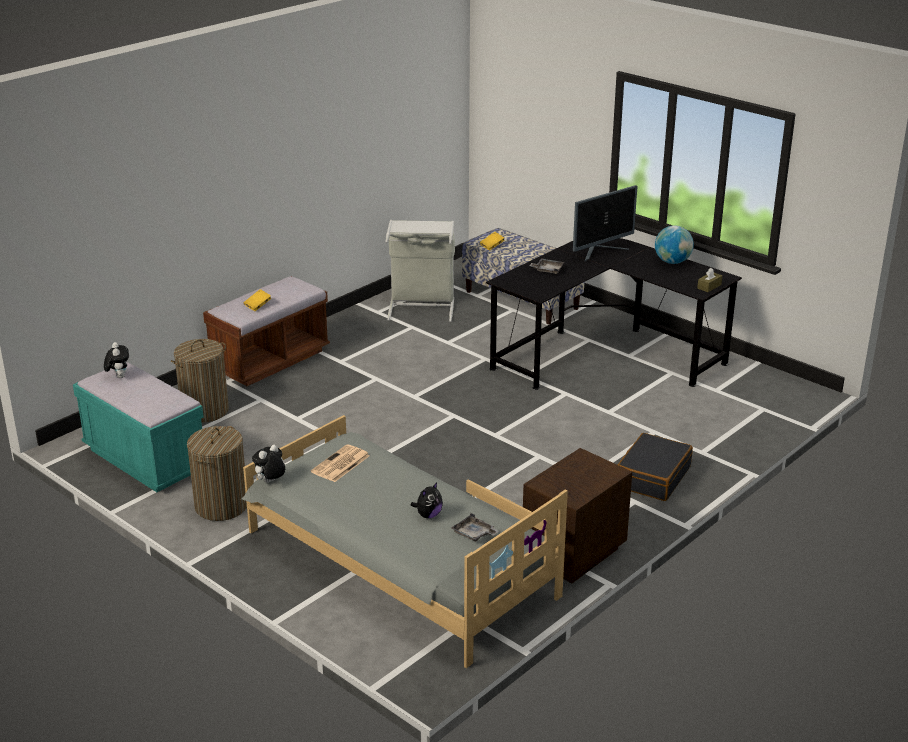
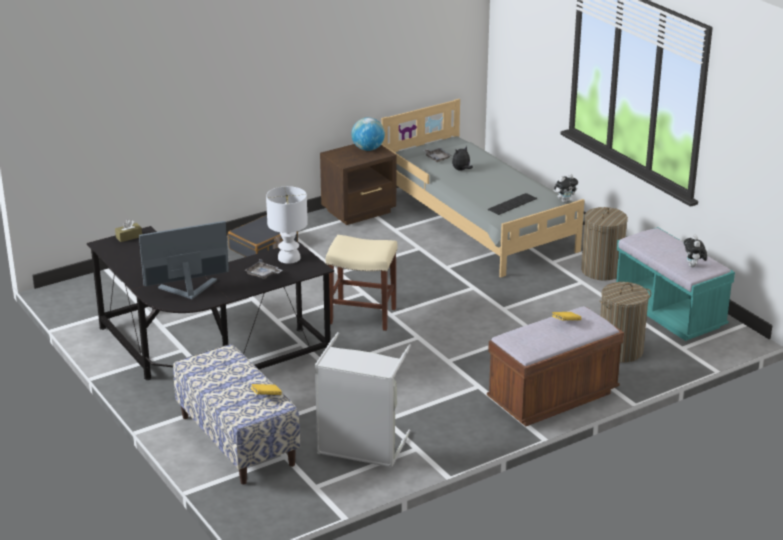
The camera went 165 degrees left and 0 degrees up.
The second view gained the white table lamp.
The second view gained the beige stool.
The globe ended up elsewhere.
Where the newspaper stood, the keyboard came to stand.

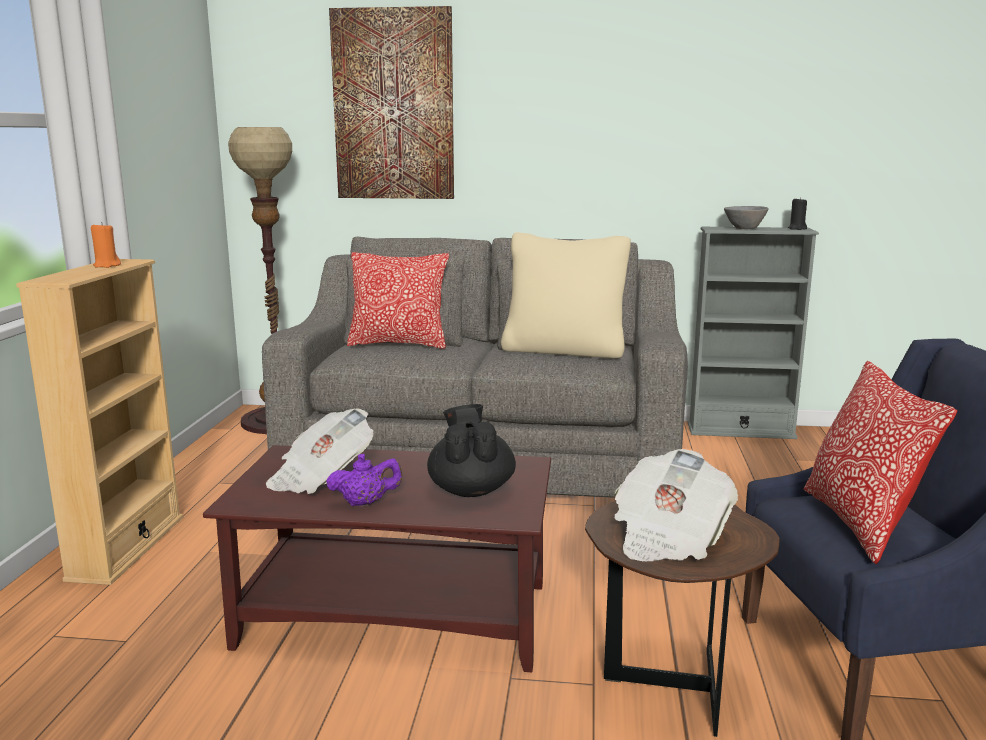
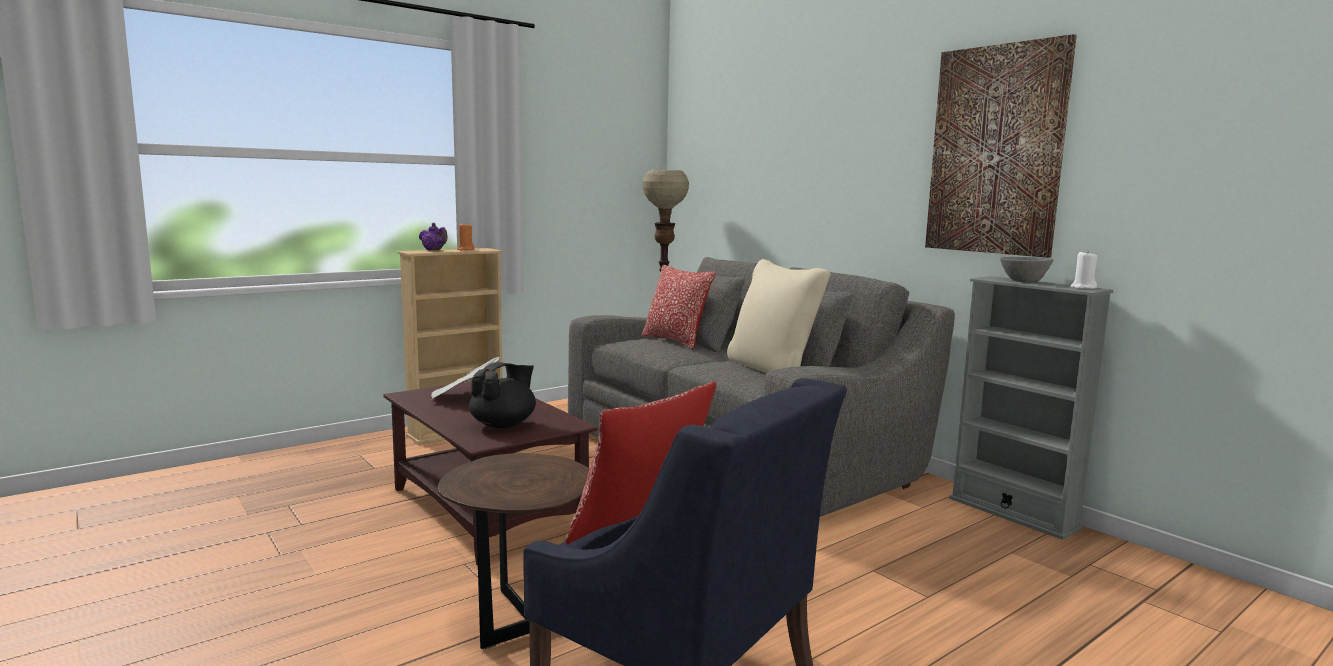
The camera went 45 degrees right and 5 degrees down.
The second view lost the newspaper (no. 2 from left).
The purple teapot ended up elsewhere.
The picture ended up elsewhere.
What was the black candle turned into the white candle.

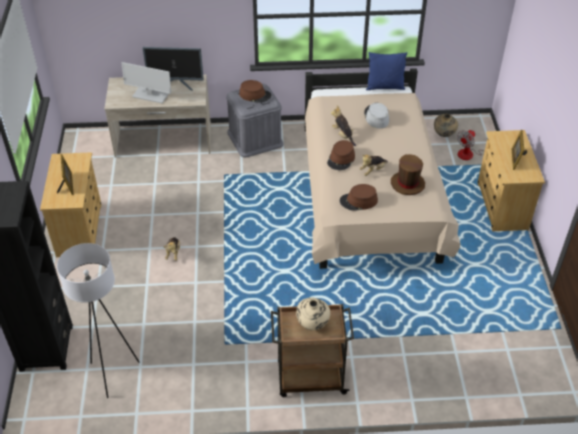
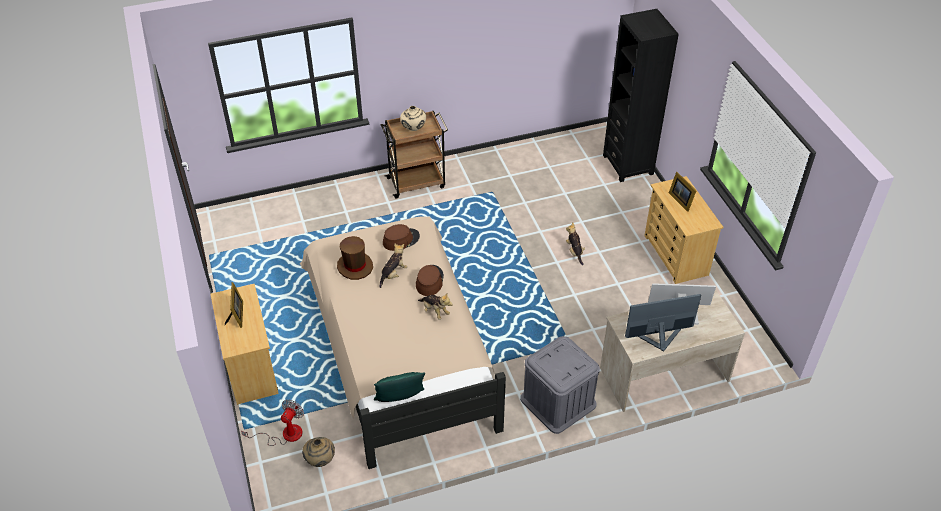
The camera went 165 degrees right and 0 degrees up.
The second view lost the white floor lamp.
The second view lost the brown hat (no. 1 from left).
The second view lost the grey hat.
What was the blue pillow turned into the green pillow.

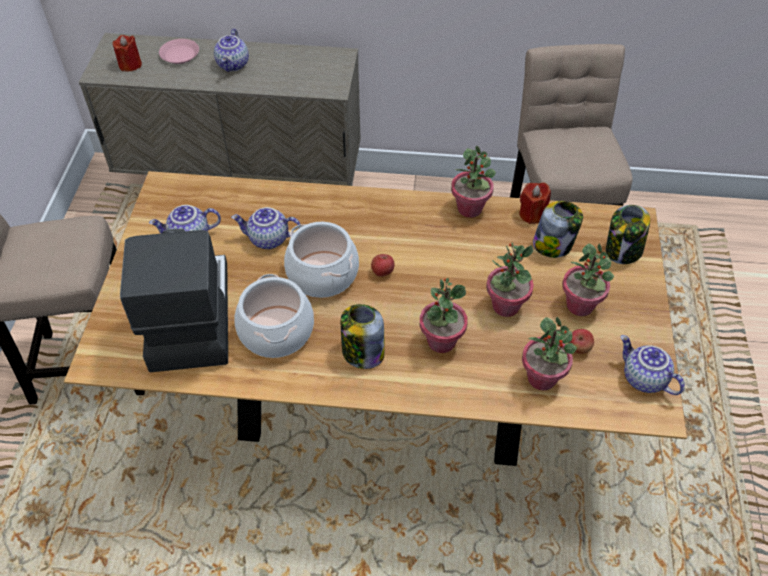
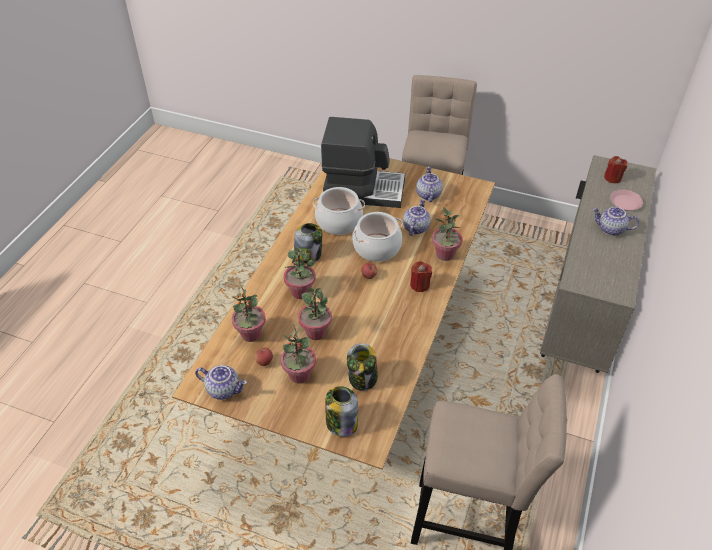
The camera went 105 degrees right and 5 degrees down.
The potted plant (no. 2 from left in the first image) ended up elsewhere.
The red candle (no. 2 from left in the first image) ended up elsewhere.
The teapot (no. 4 from left in the first image) ended up facing another way, 45 degrees clockwise from before.

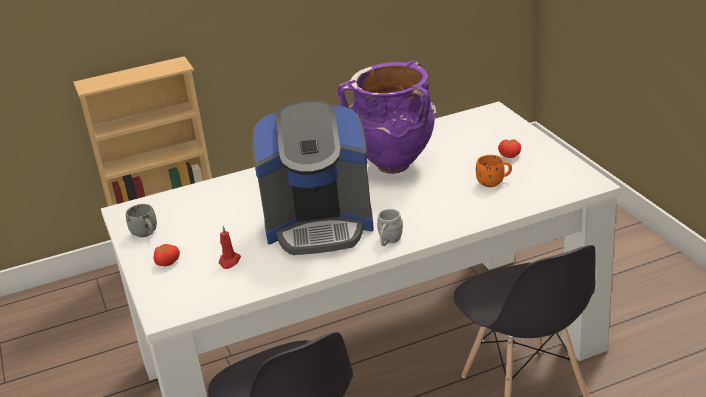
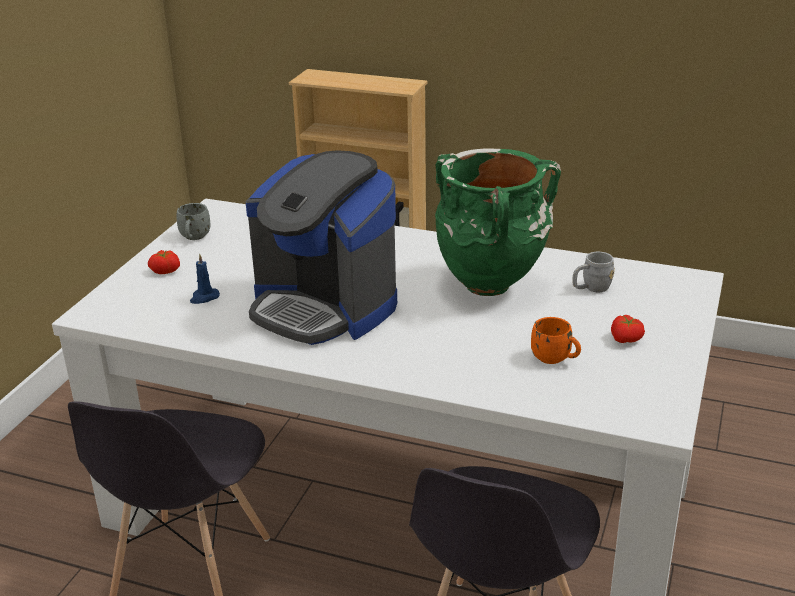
The camera went 40 degrees right and 0 degrees up.
The grey mug (no. 2 from left) ended up elsewhere.
What was the red candle turned into the blue candle.
What was the purple vase turned into the green vase.

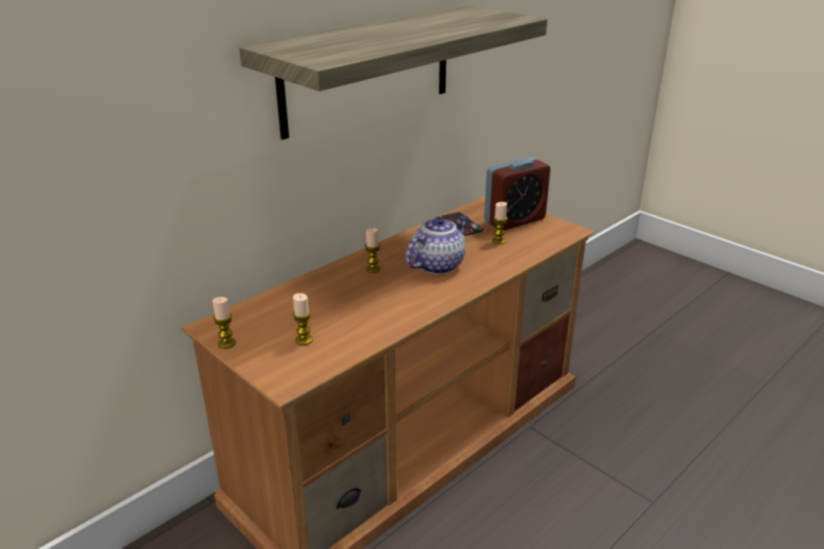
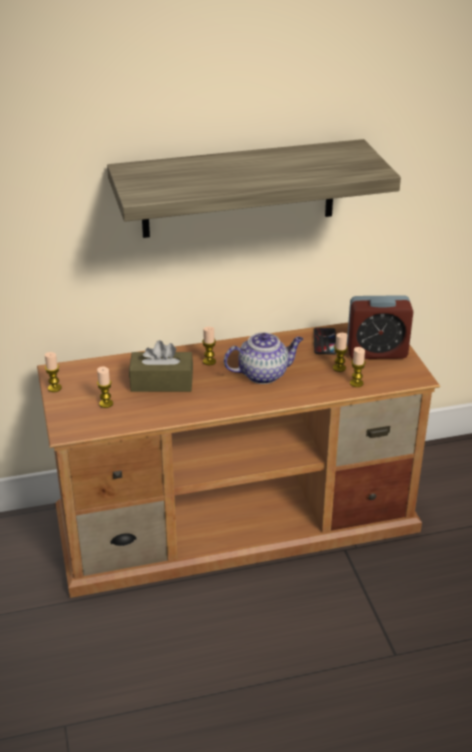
The camera went 30 degrees right and 5 degrees up.
The second view gained the brown tissue box.
The second view gained the candle (no. 5 from left).

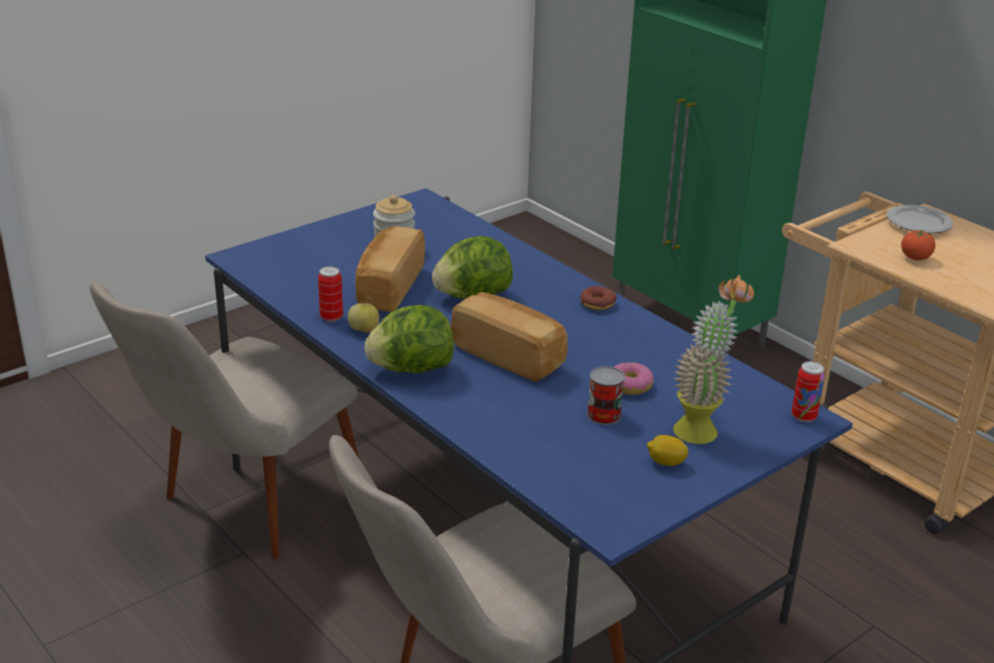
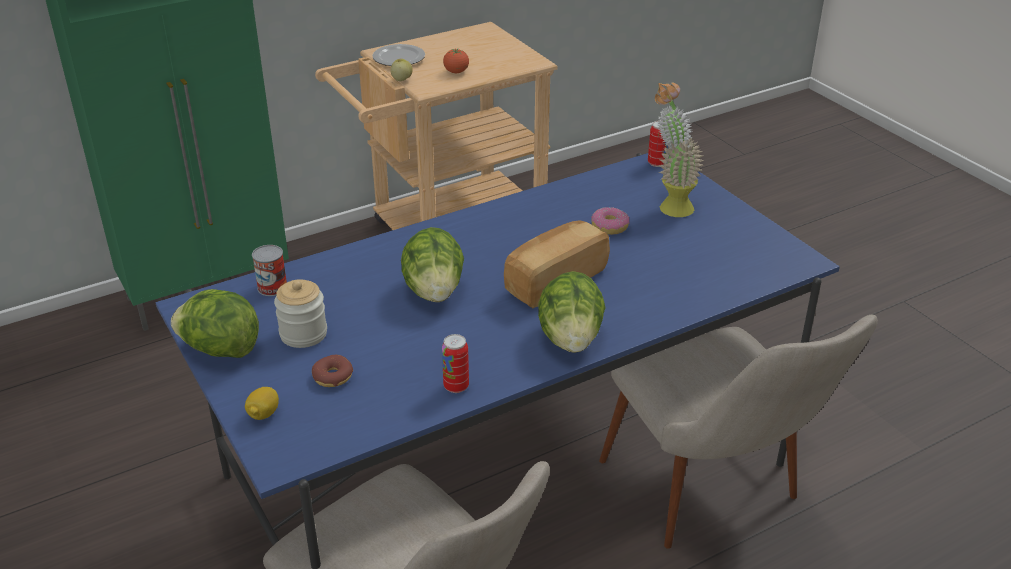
The camera went 80 degrees left and 5 degrees up.
The second view lost the bread (no. 1 from left).
The second view gained the lettuce (no. 1 from left).
The apple ended up elsewhere.
The donut (no. 1 from left) ended up elsewhere.
The can (no. 2 from left in the first image) ended up elsewhere.
The lemon ended up elsewhere.

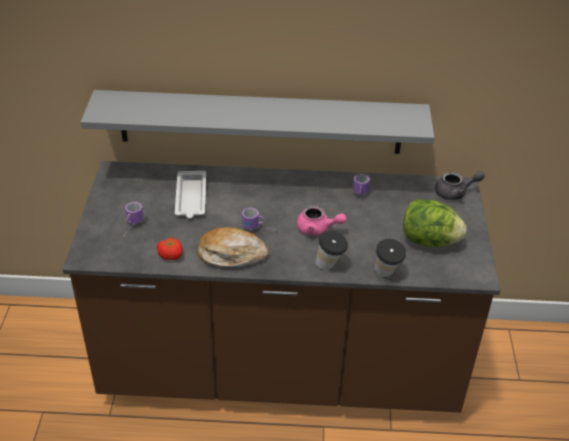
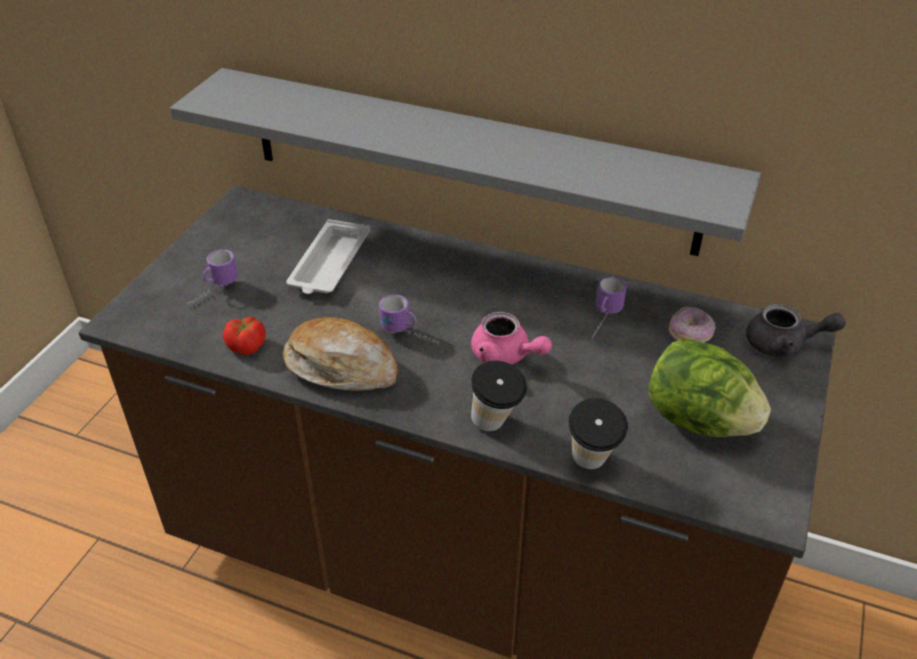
The camera went 20 degrees right and 0 degrees up.
The second view gained the donut.

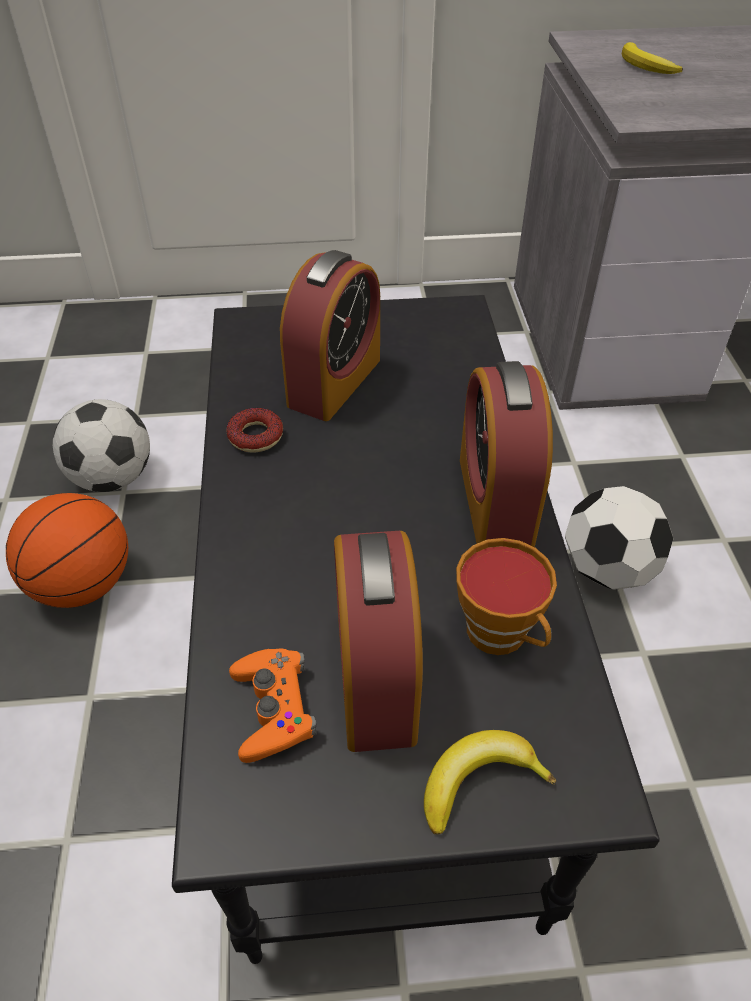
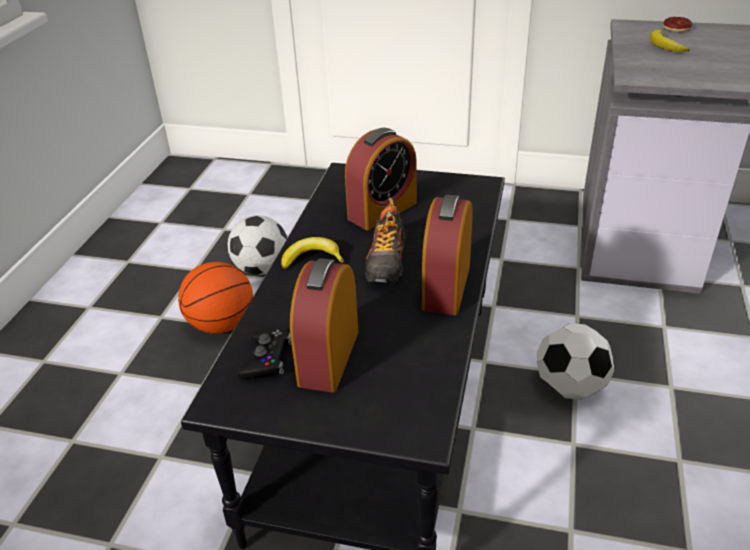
The camera went 20 degrees right and 10 degrees down.
The second view lost the cup.
The second view gained the shoe.
The donut ended up elsewhere.
The banana (no. 1 from left) ended up elsewhere.
What was the orange game controller turned into the black game controller.

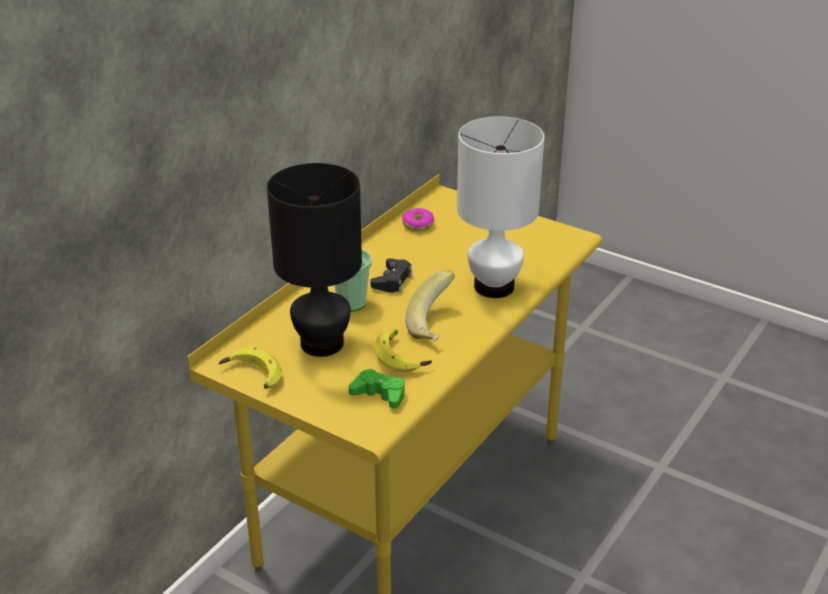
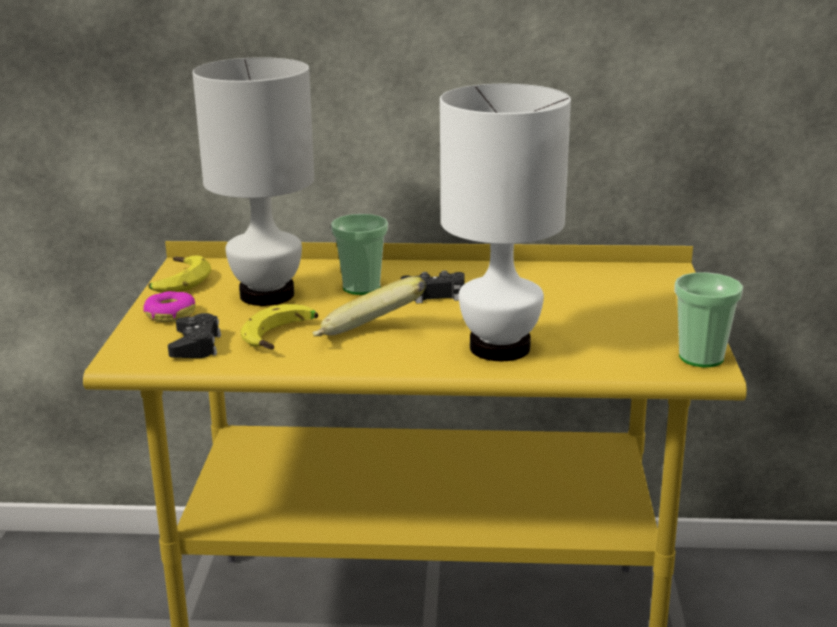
The camera went 60 degrees right and 10 degrees down.
The second view gained the cup (no. 2 from left).
The donut ended up elsewhere.
What was the black table lamp turned into the white table lamp (no. 1 from left).
What was the green game controller turned into the black game controller (no. 1 from left).

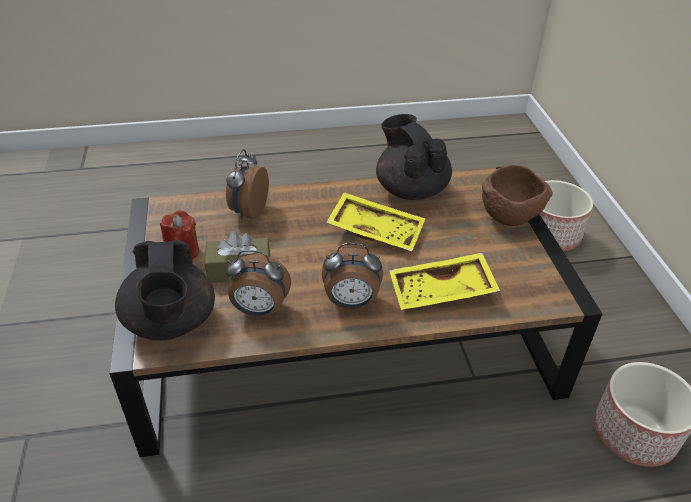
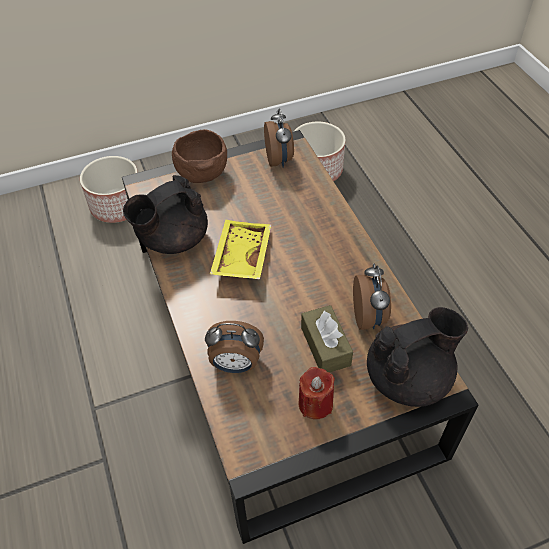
The camera went 100 degrees left and 10 degrees up.
The second view lost the yellow tray (no. 2 from left).
The alarm clock (no. 3 from left in the first image) ended up elsewhere.

